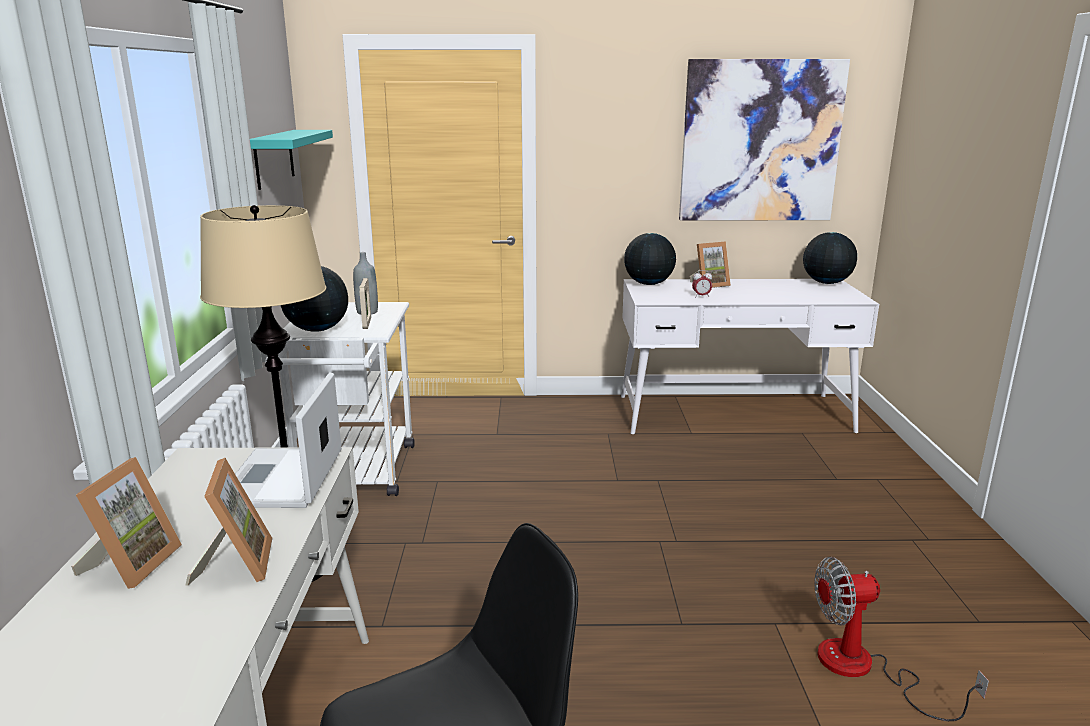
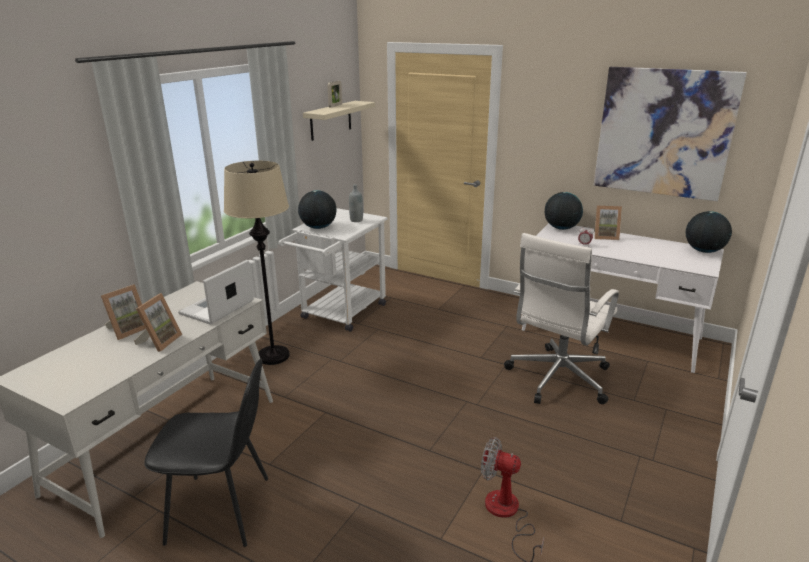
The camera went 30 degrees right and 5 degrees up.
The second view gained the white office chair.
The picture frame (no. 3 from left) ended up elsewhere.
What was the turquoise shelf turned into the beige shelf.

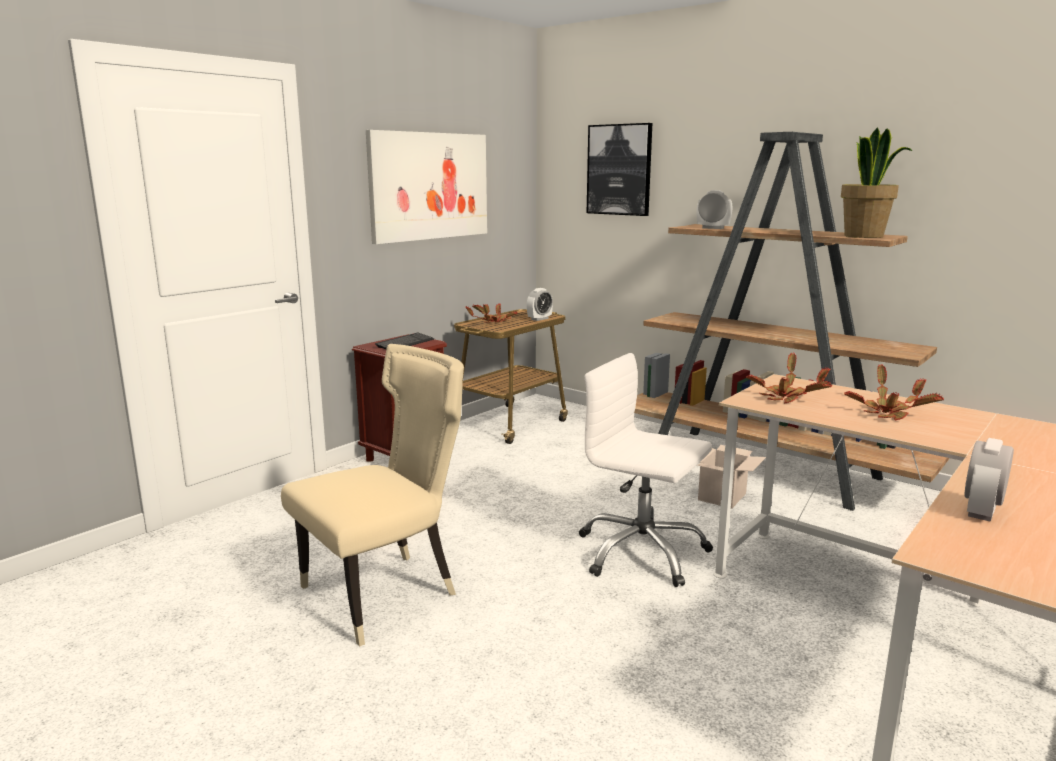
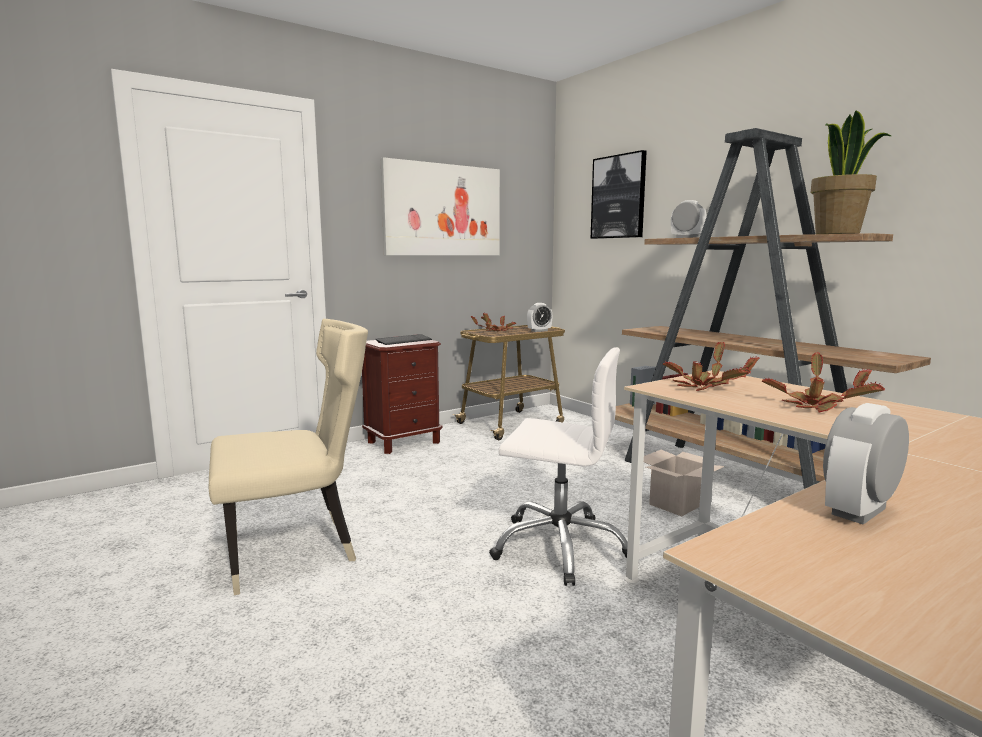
The camera went 15 degrees right and 5 degrees down.
The white office chair ended up facing another way, 150 degrees clockwise from before.

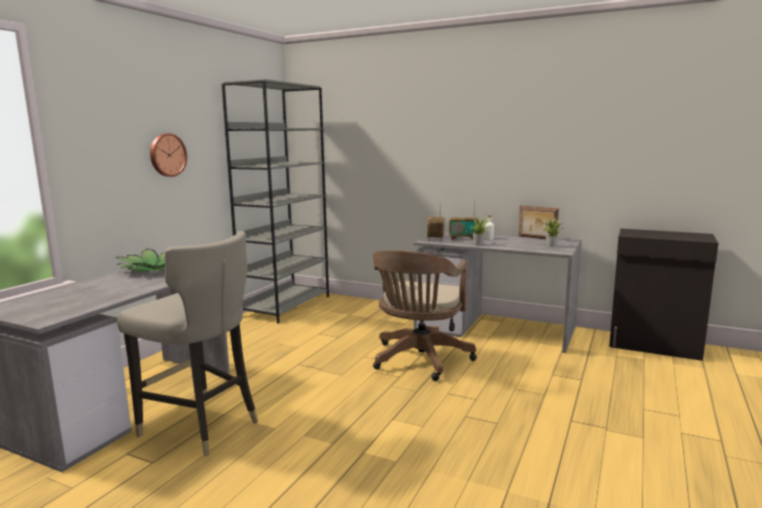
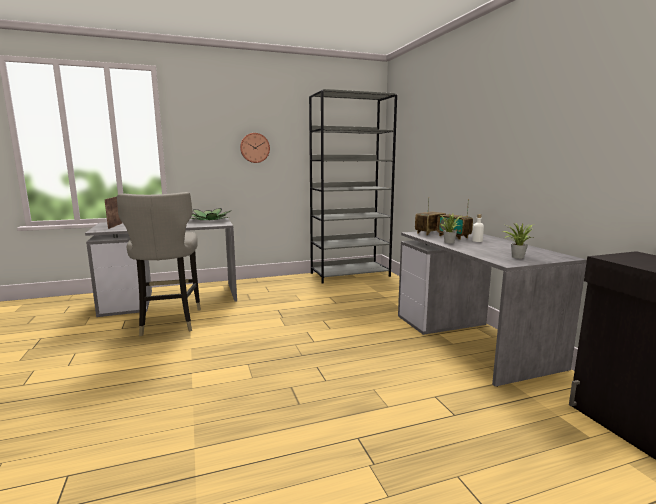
The camera went 45 degrees right and 0 degrees up.
The second view lost the brown office chair.
The picture frame ended up elsewhere.

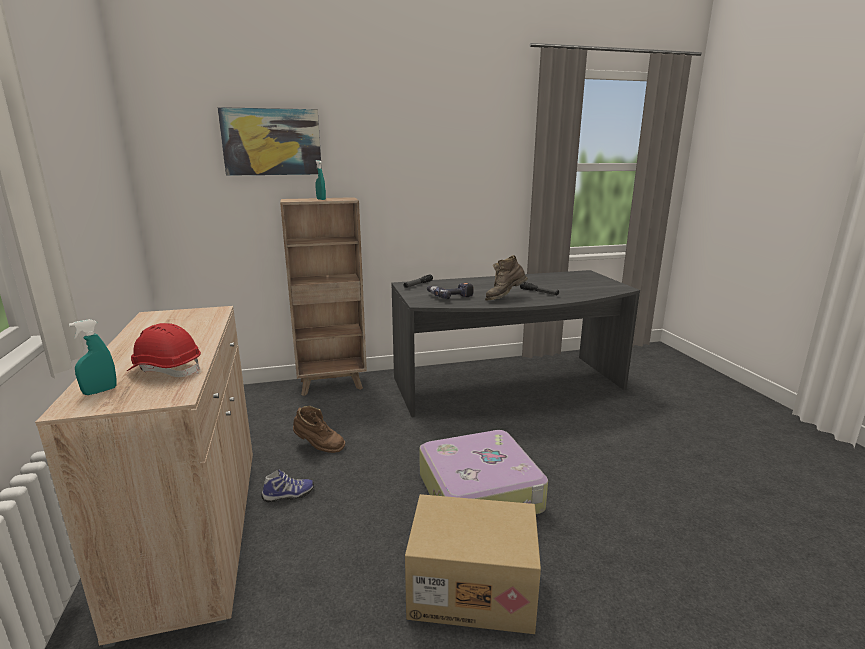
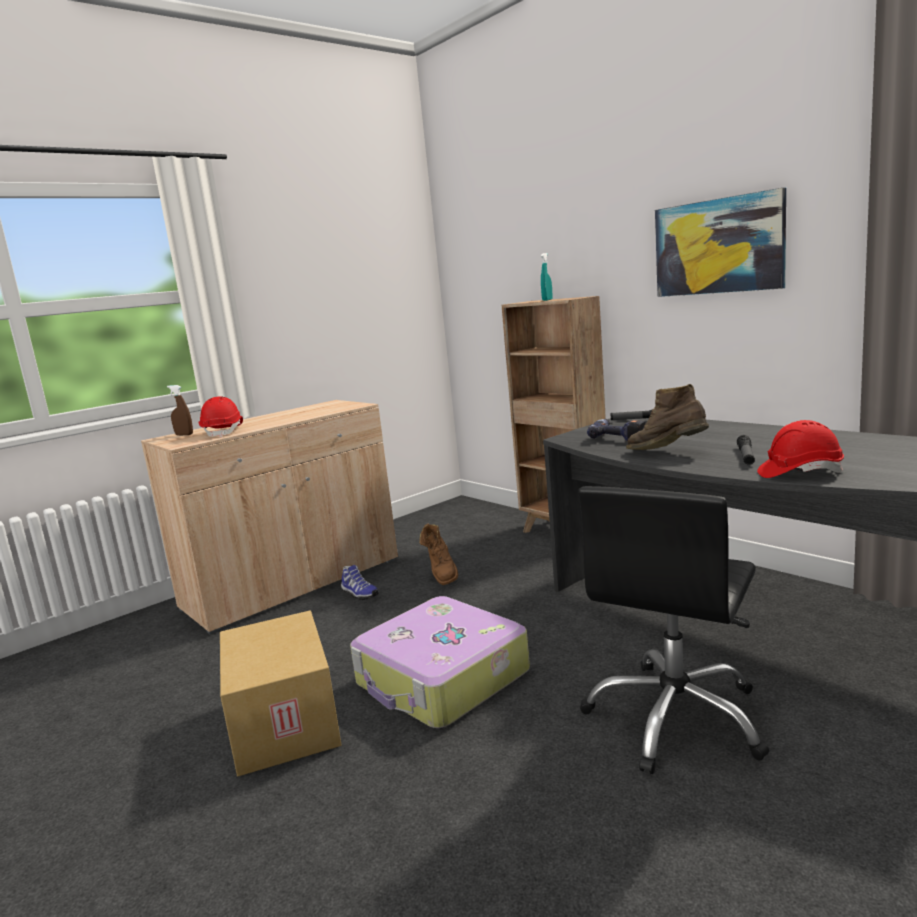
The camera went 65 degrees right and 5 degrees down.
The second view gained the black office chair.
The second view gained the red hard hat (no. 2 from left).
The picture ended up elsewhere.
What was the turquoise spray bottle (no. 1 from left) turned into the brown spray bottle.

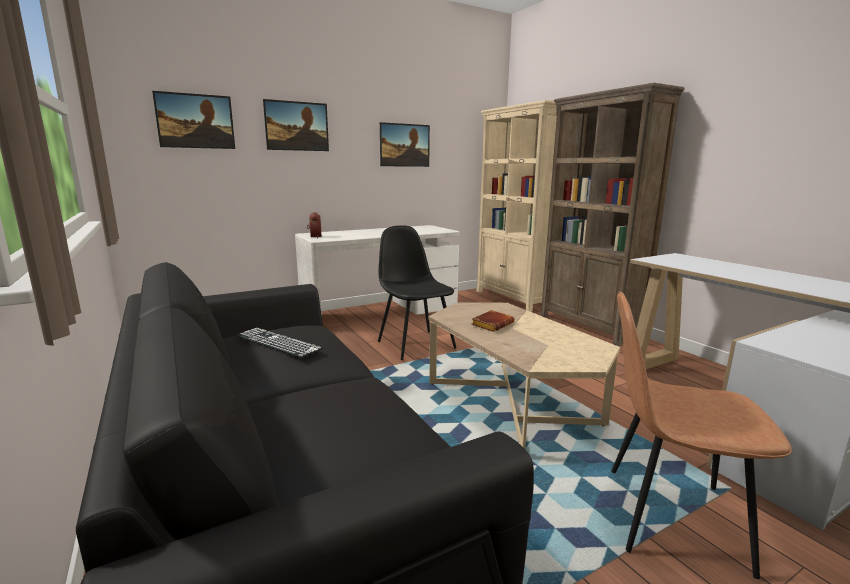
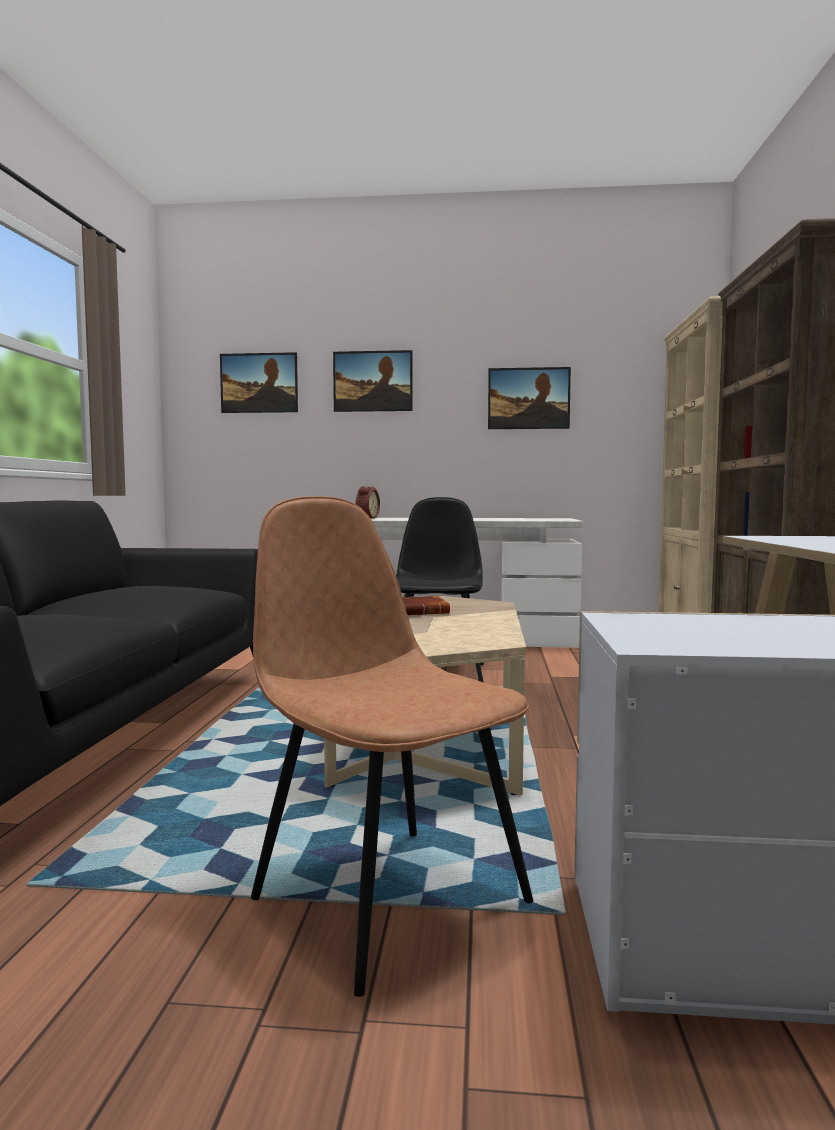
The camera went 35 degrees right and 10 degrees down.
The second view lost the keyboard.

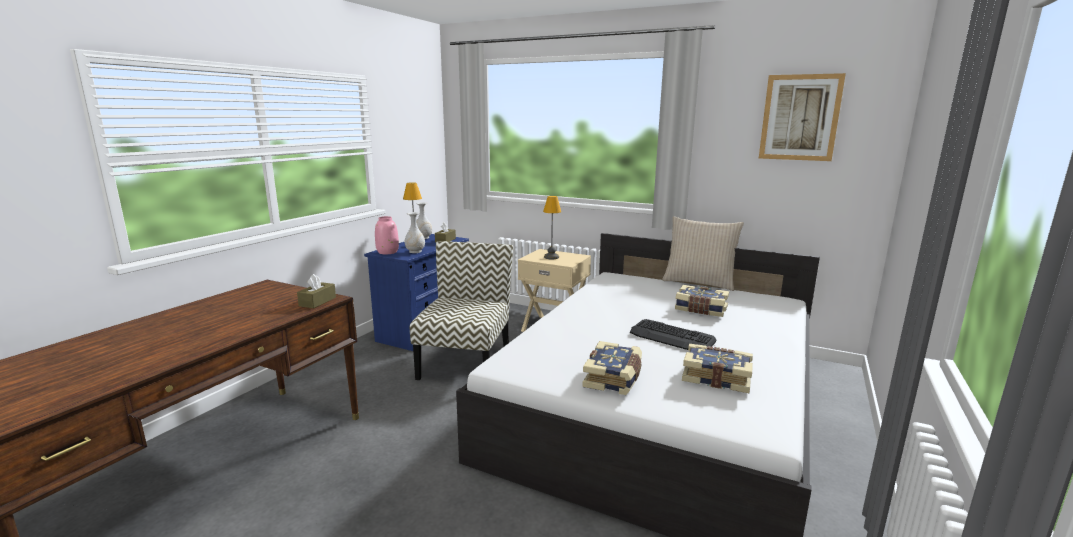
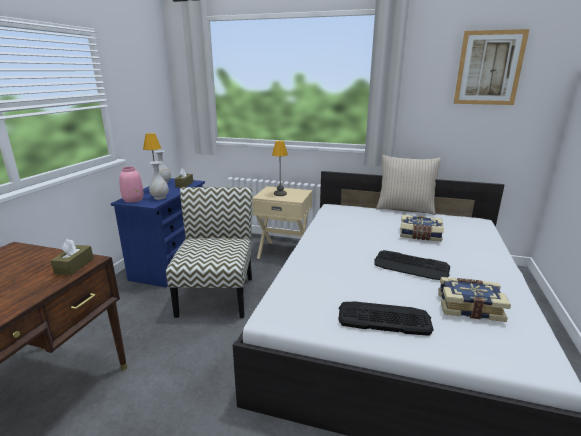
The camera went 10 degrees left and 5 degrees up.
Where the book (no. 1 from left) stood, the keyboard (no. 1 from left) came to stand.

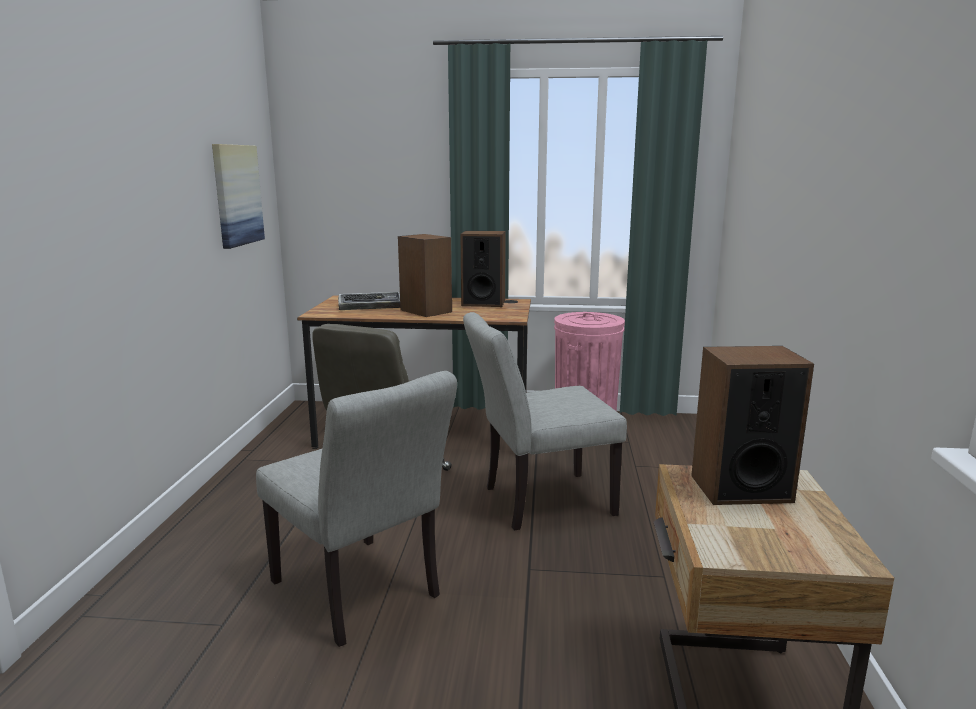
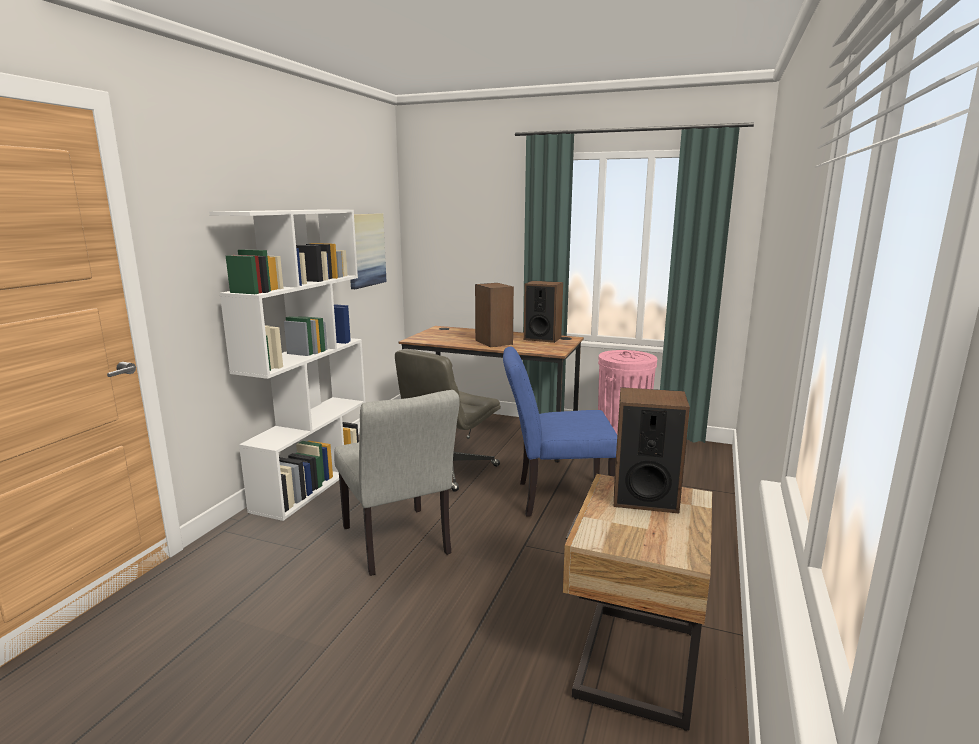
The camera went 15 degrees right and 0 degrees up.
The second view lost the keyboard.
The second view gained the white bookcase.
What was the grey chair (no. 2 from left) turned into the blue chair.

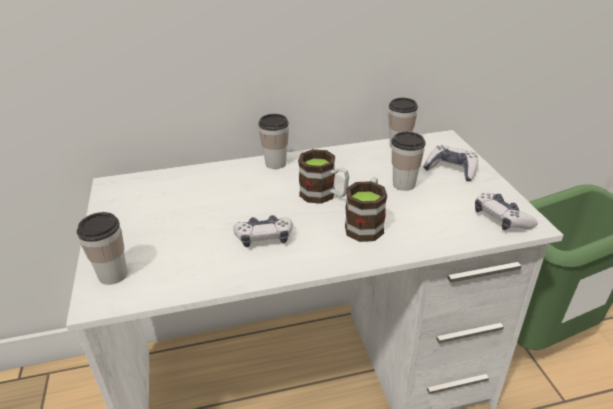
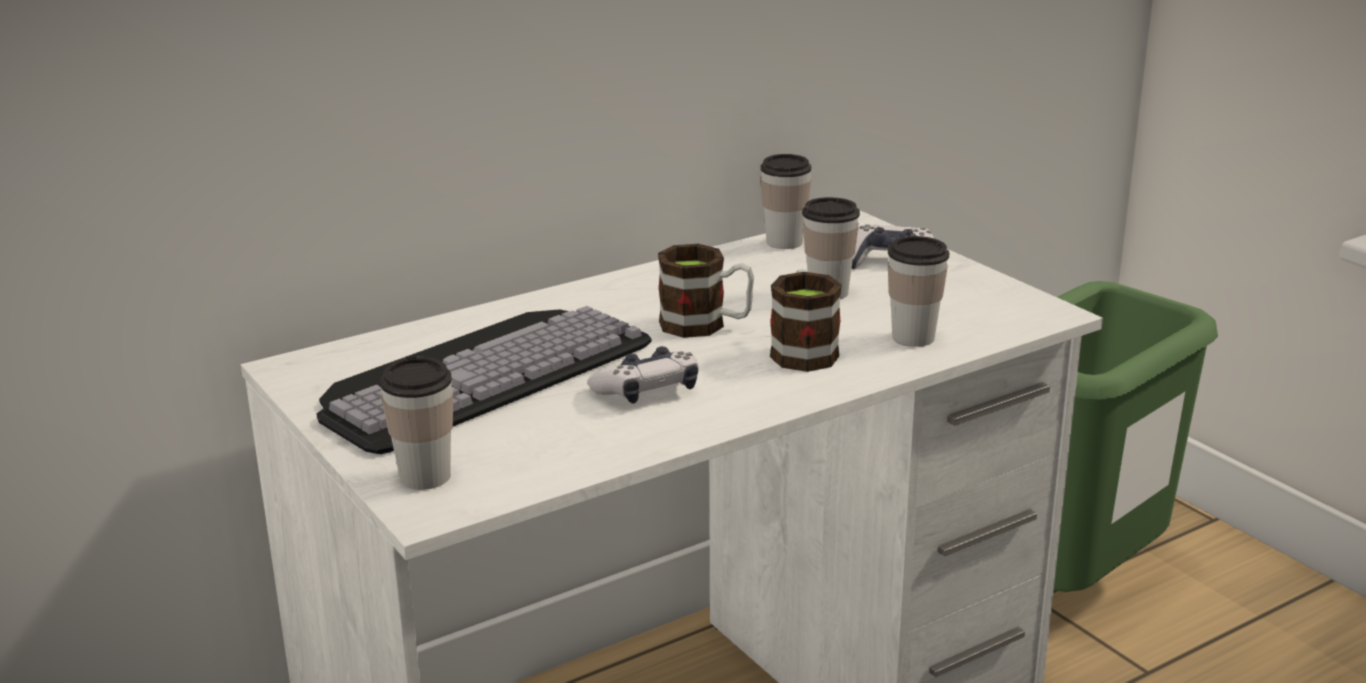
The camera went 20 degrees left and 10 degrees down.
The second view lost the game controller (no. 3 from left).
The second view gained the keyboard.
The cup (no. 2 from left in the first image) ended up elsewhere.

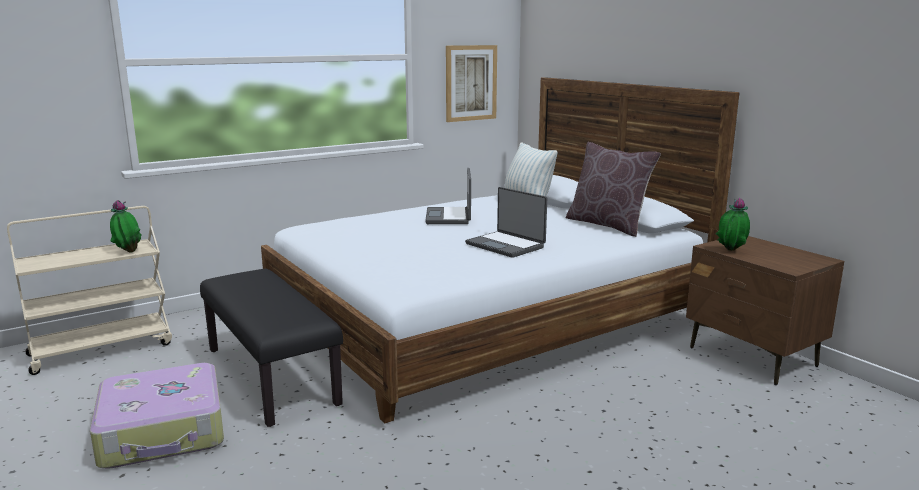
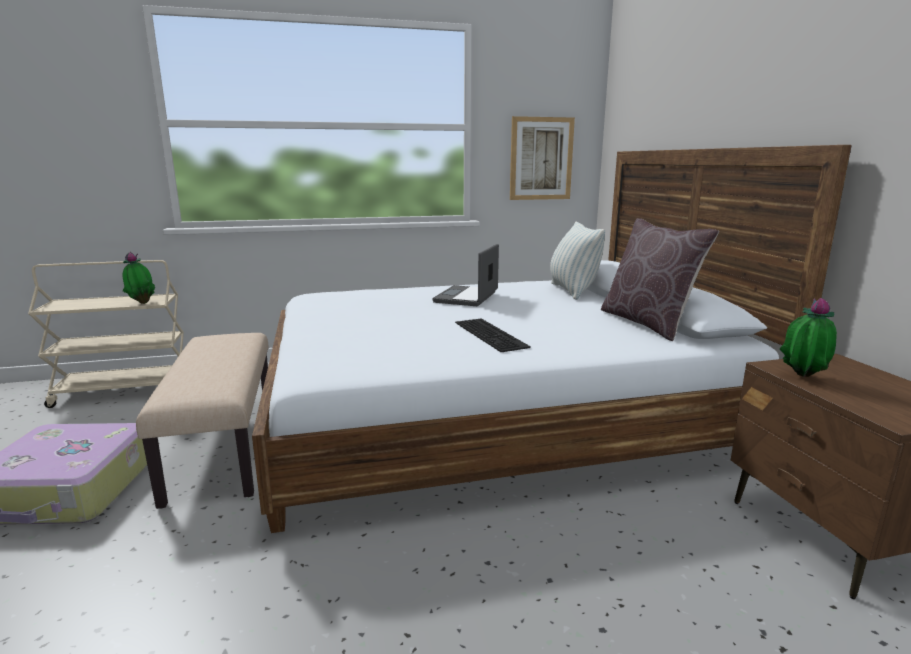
The camera went 20 degrees right and 0 degrees up.
Where the laptop (no. 2 from left) stood, the keyboard came to stand.
What was the black bench turned into the beige bench.

